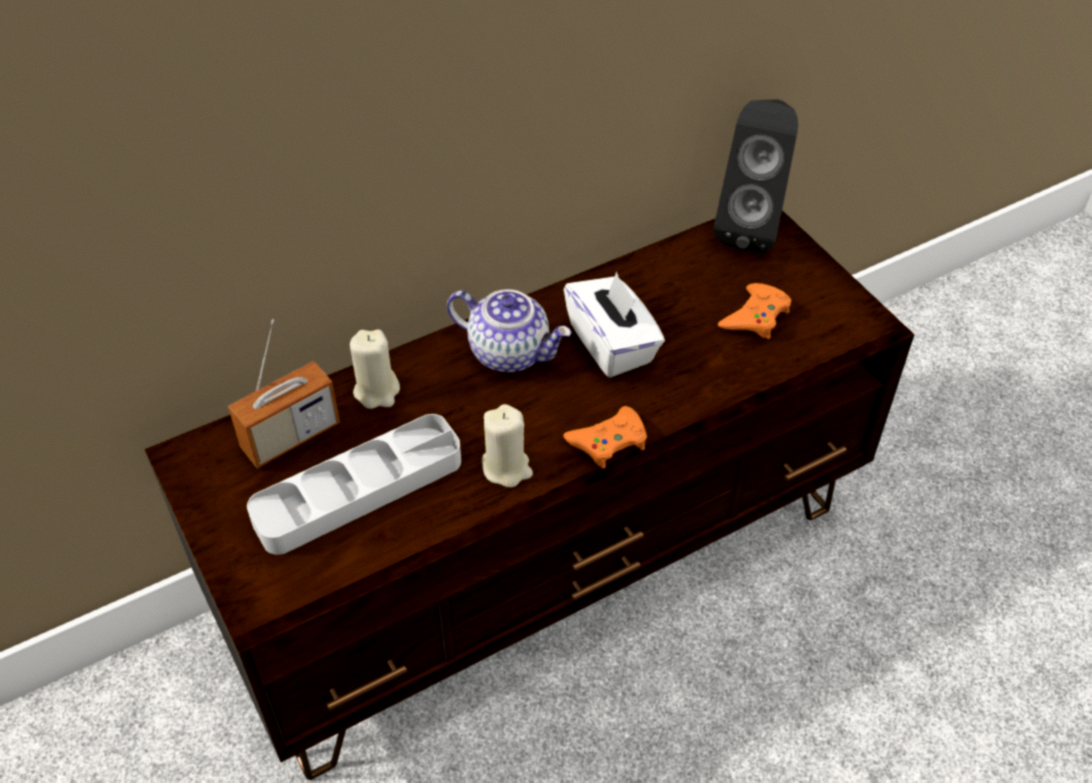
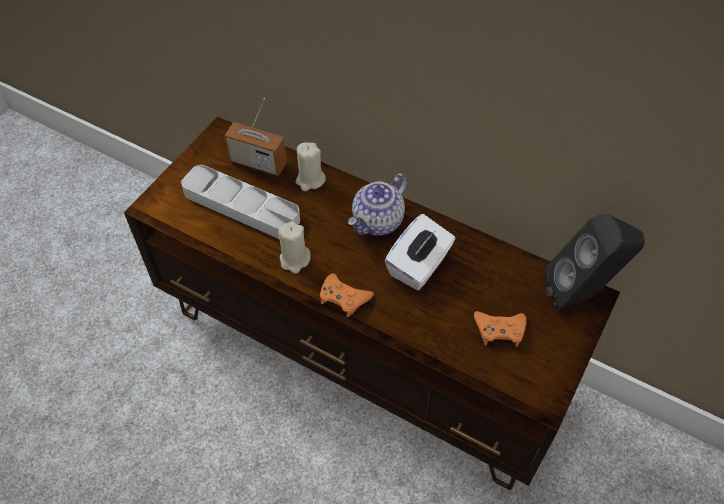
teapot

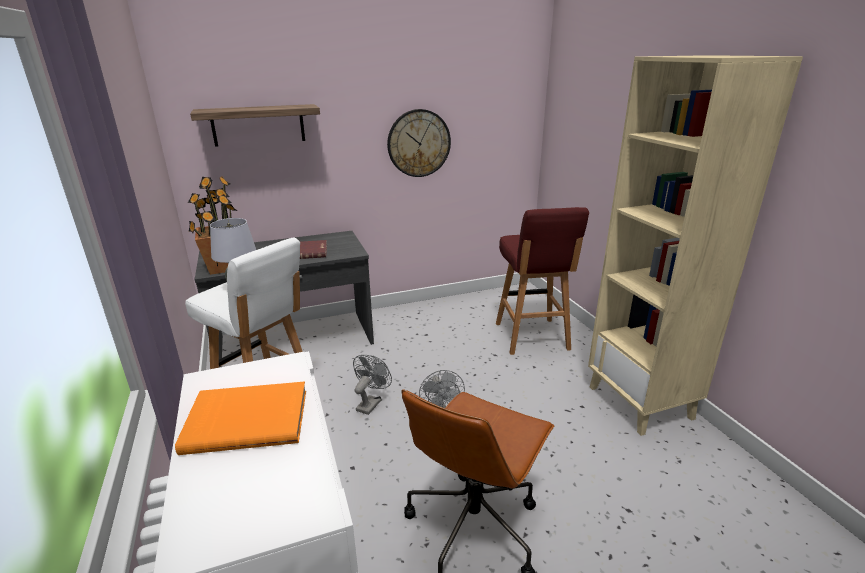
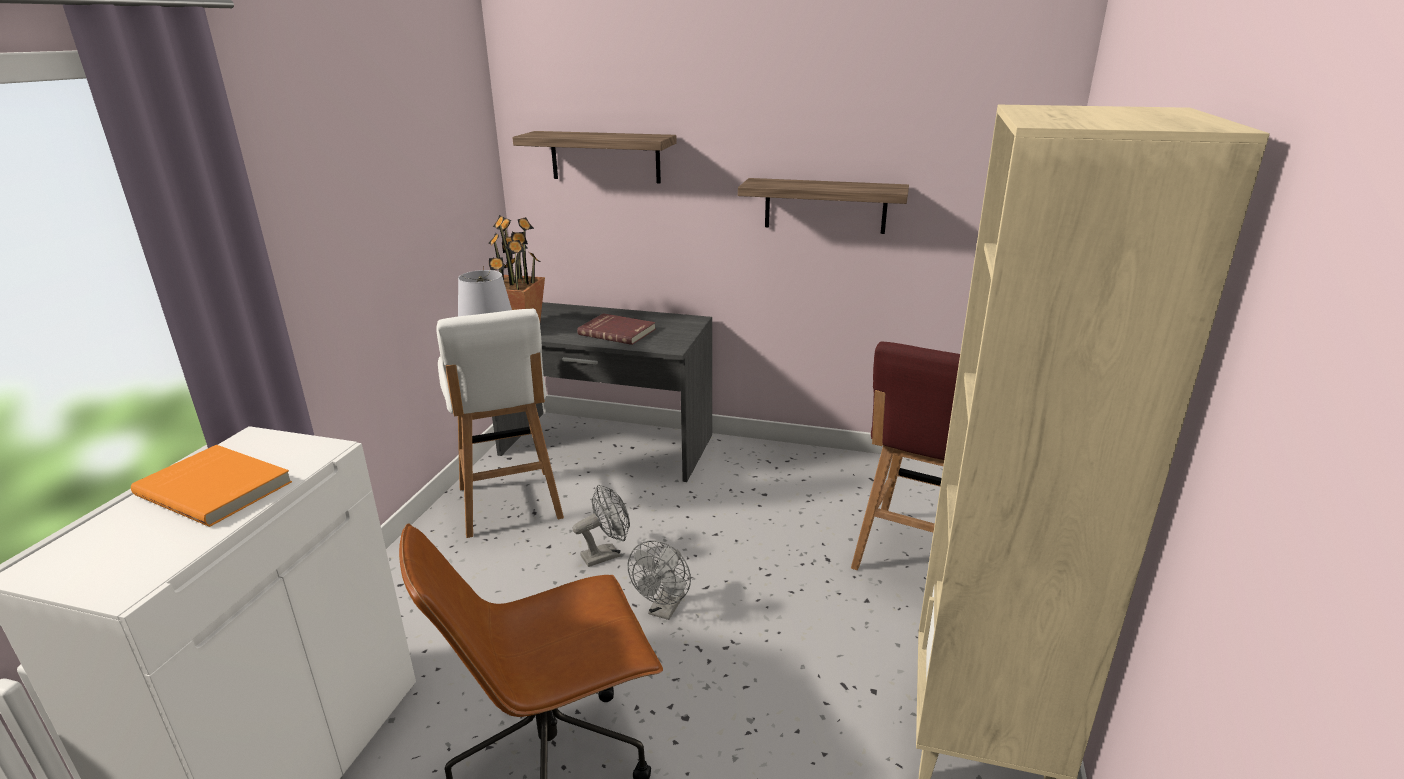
shelf (2nd from left)

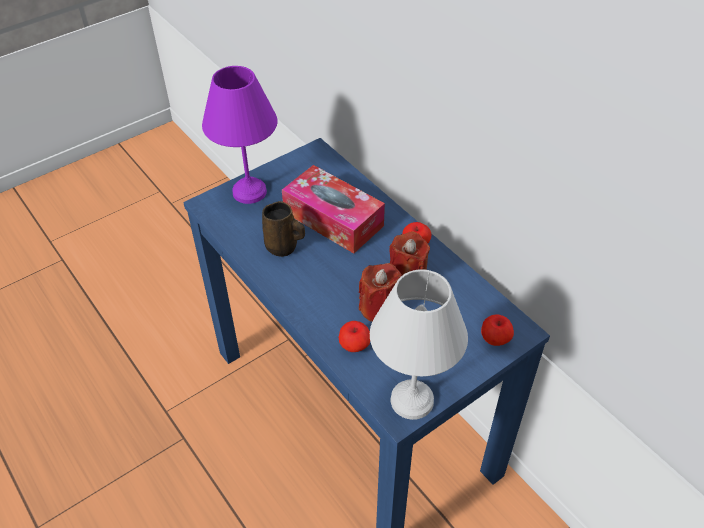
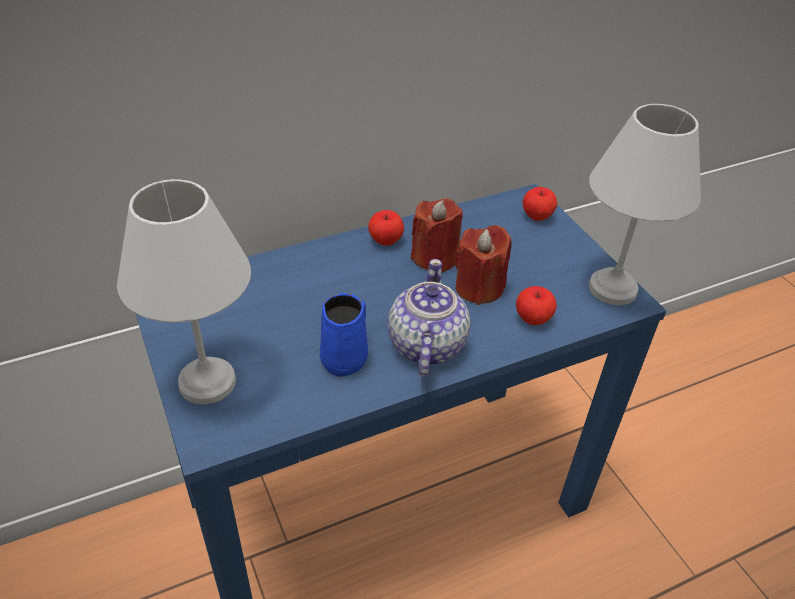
white table lamp (1st from left)
tissue box
blue mug
teapot

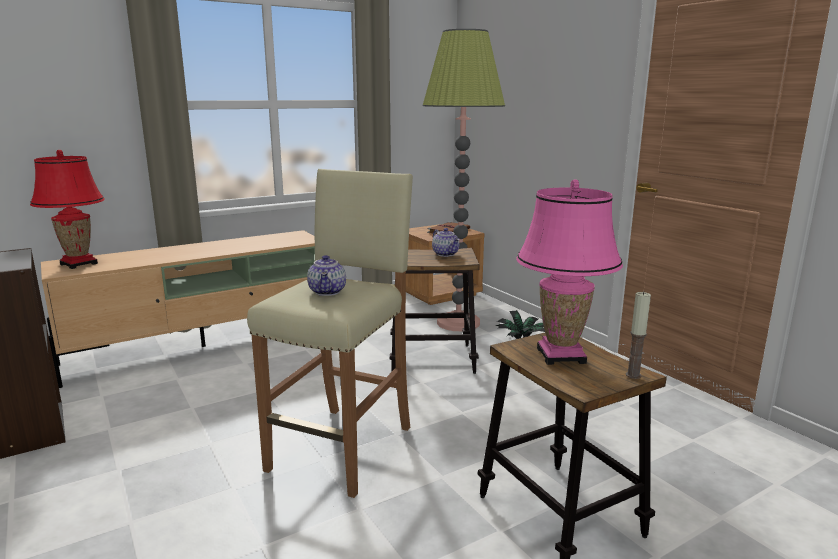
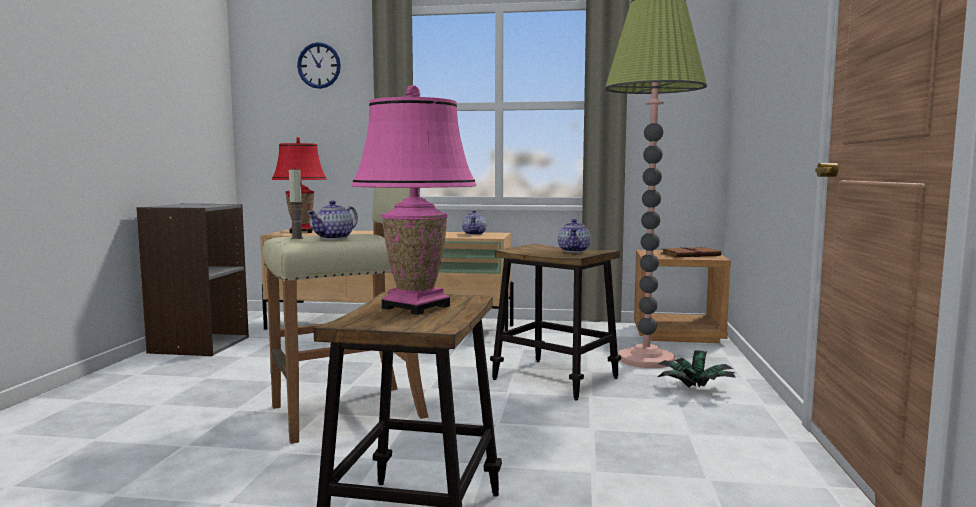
candle
wall clock
teapot (2nd from left)

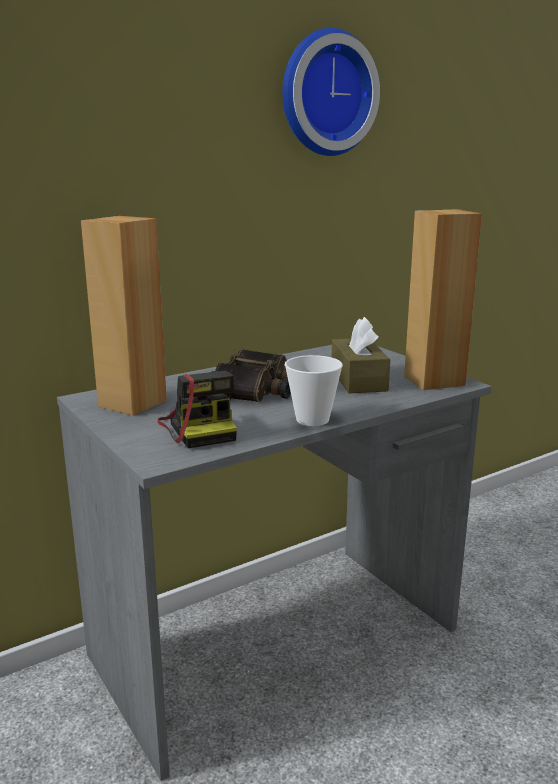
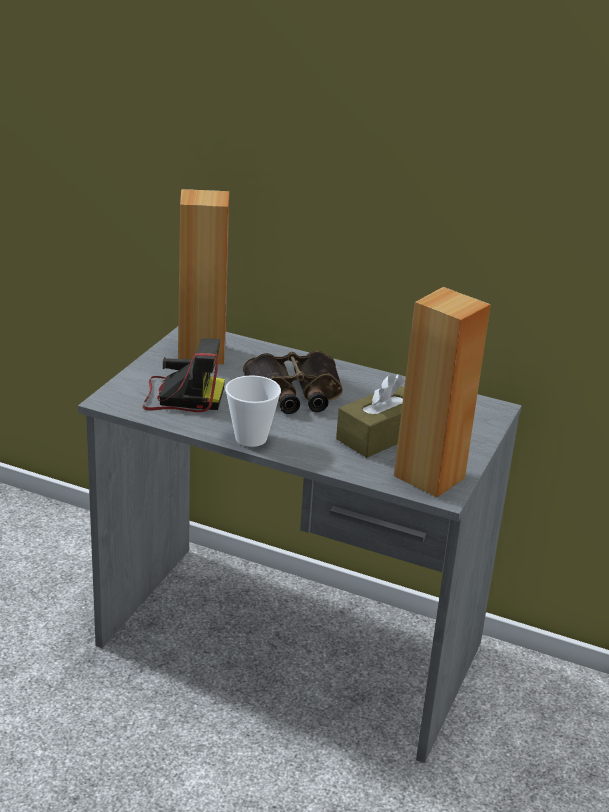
wall clock
photo camera

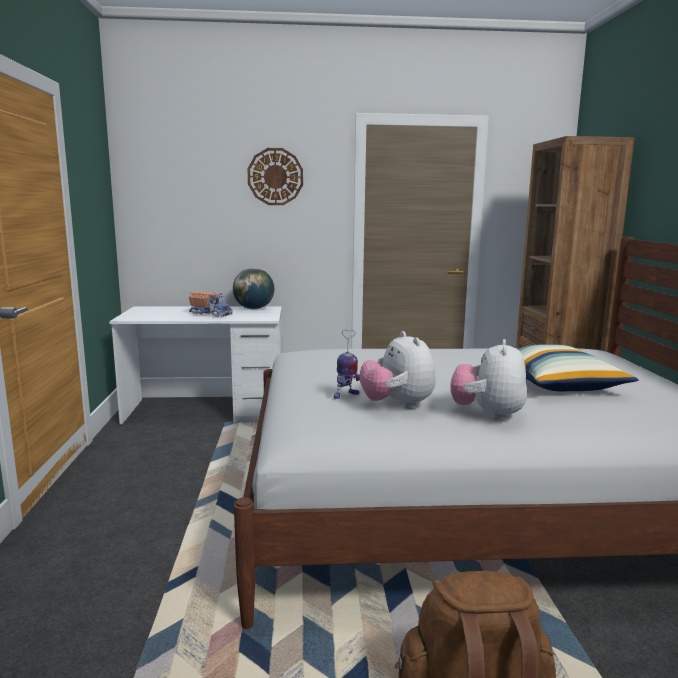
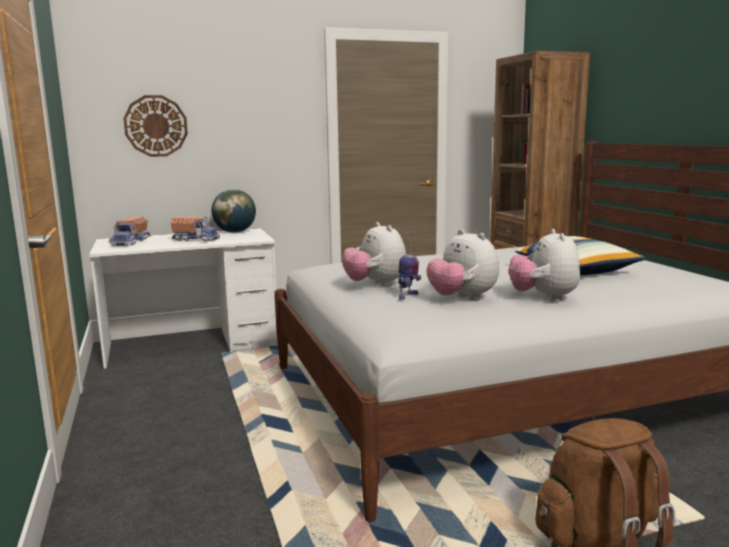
wall clock
toy truck (1st from left)
plush toy (1st from left)

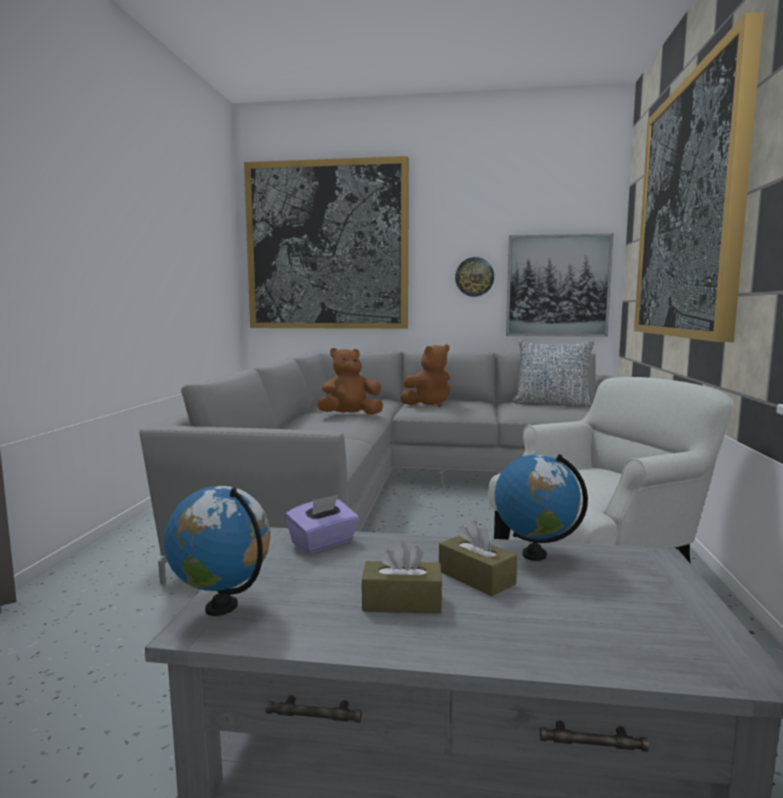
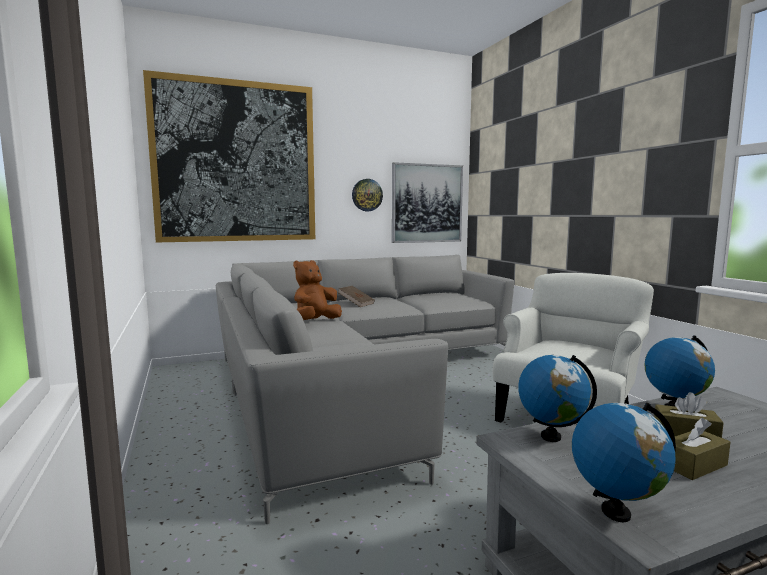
picture (3rd from left in the first image)
pillow
brown book
globe (1st from left)

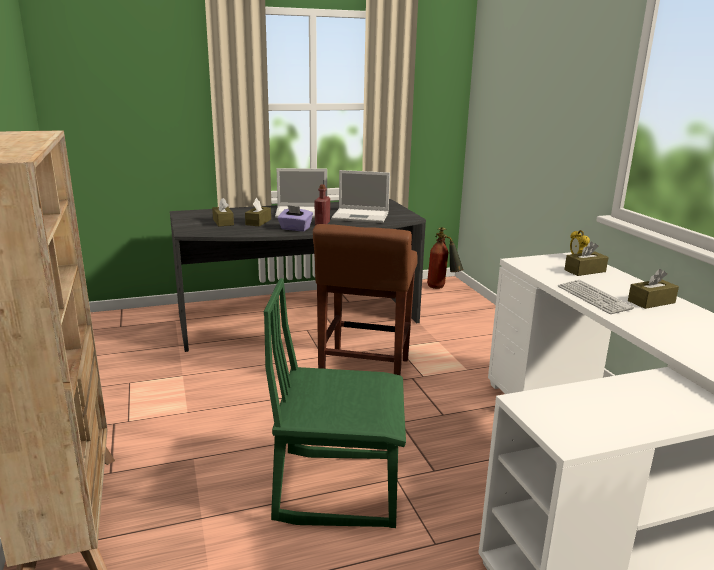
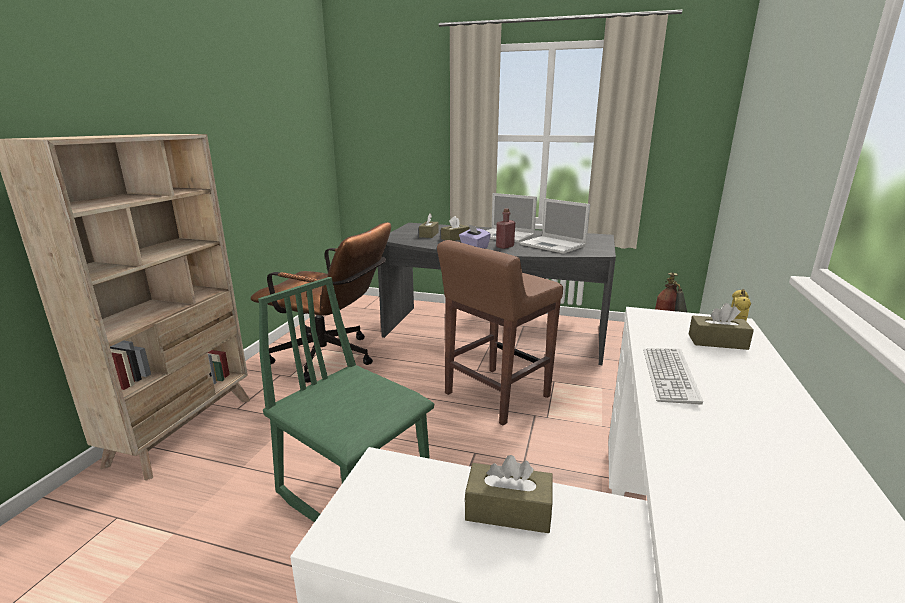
brown tissue box (3rd from left)
brown office chair

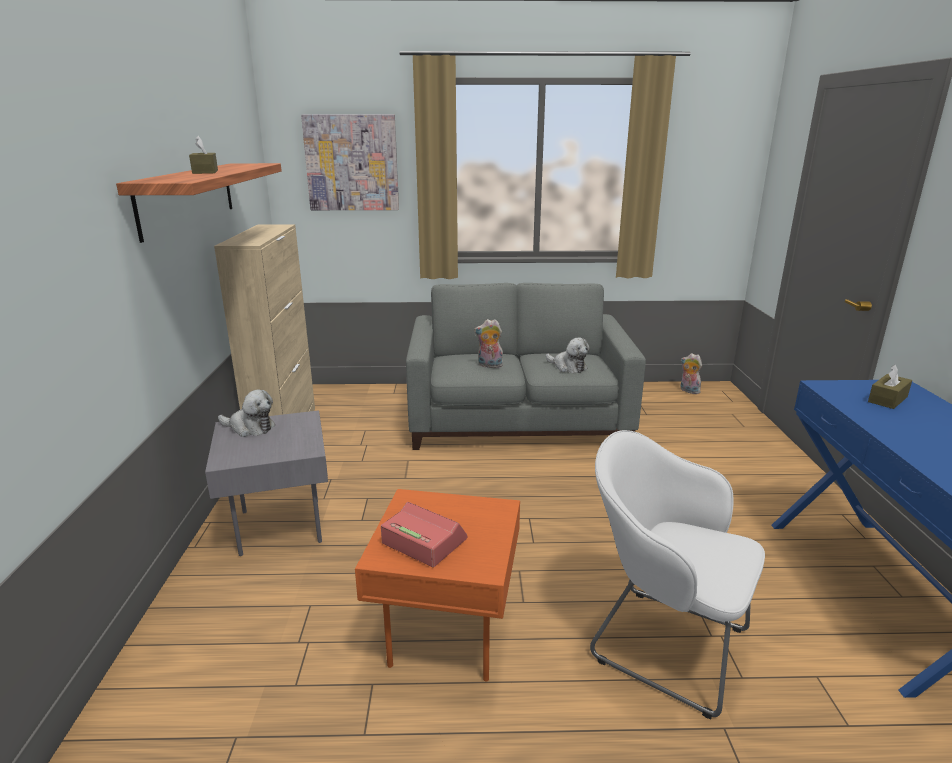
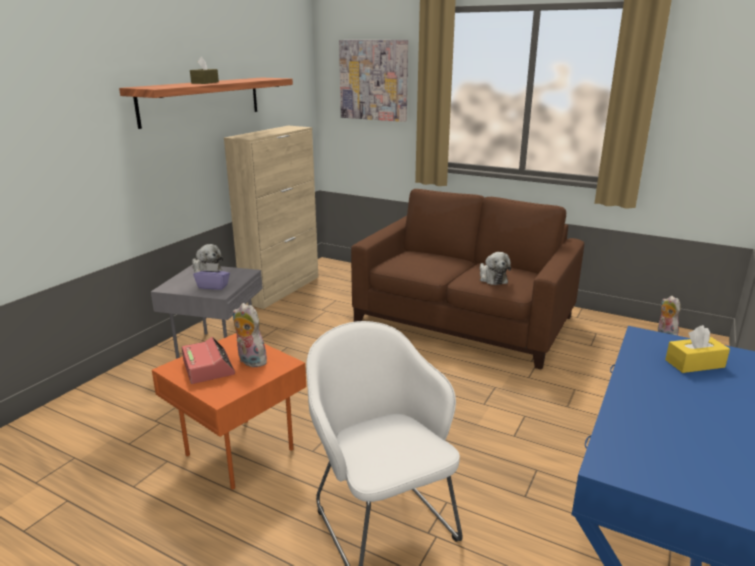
brown sofa
plush toy (2nd from left)
yellow tissue box
purple tissue box

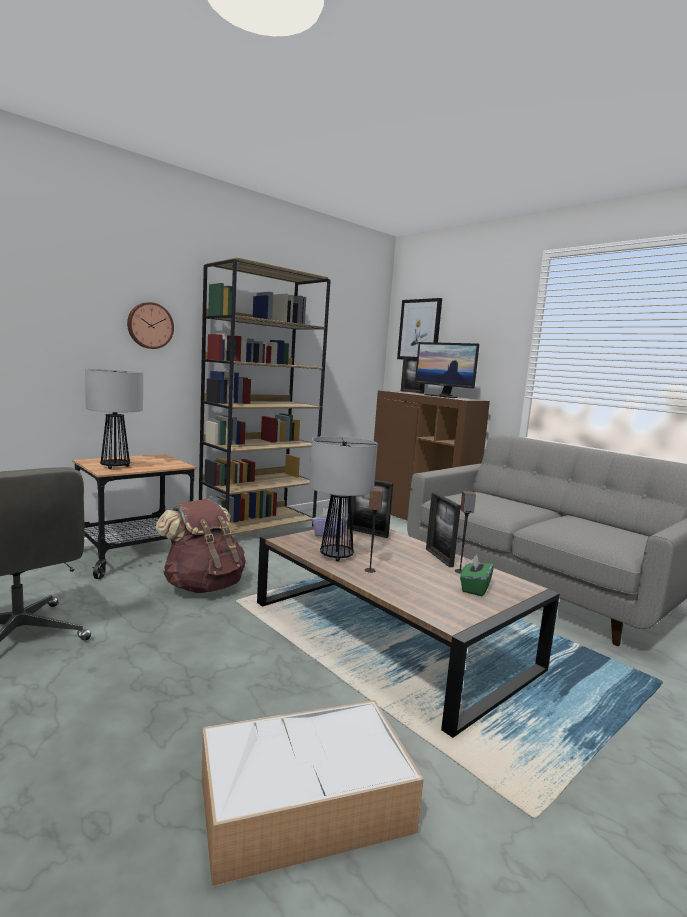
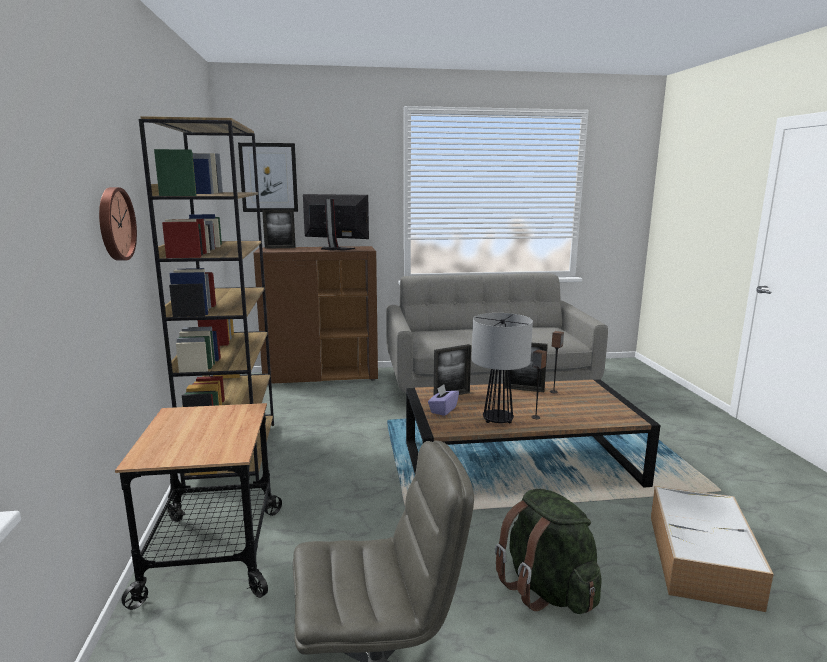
monitor
table lamp (1st from left in the first image)
brown backpack
green tissue box
green backpack

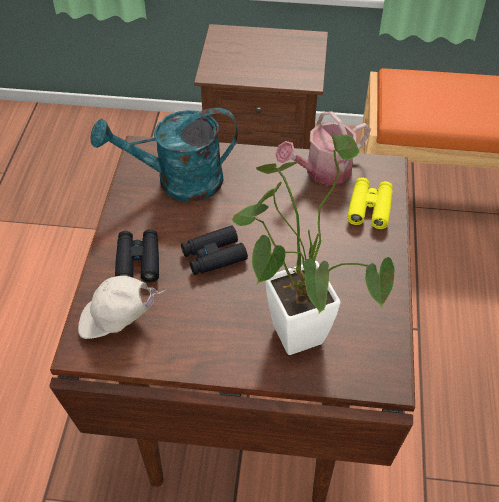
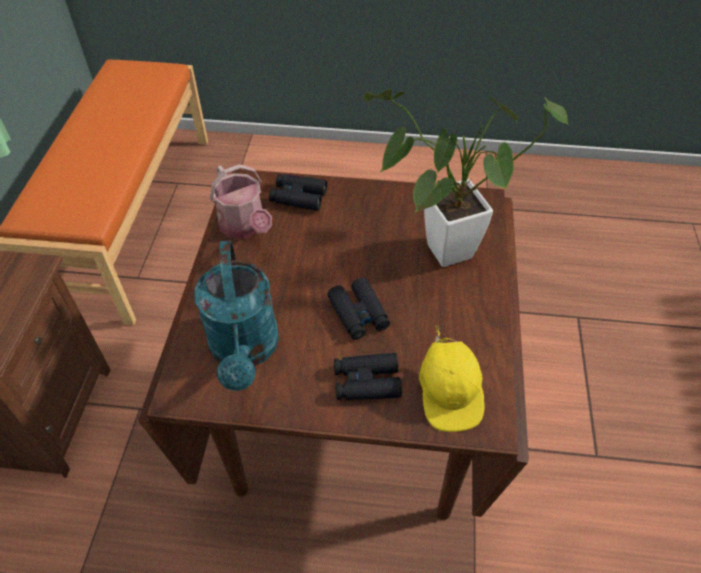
black binoculars (1st from left)
yellow cap

